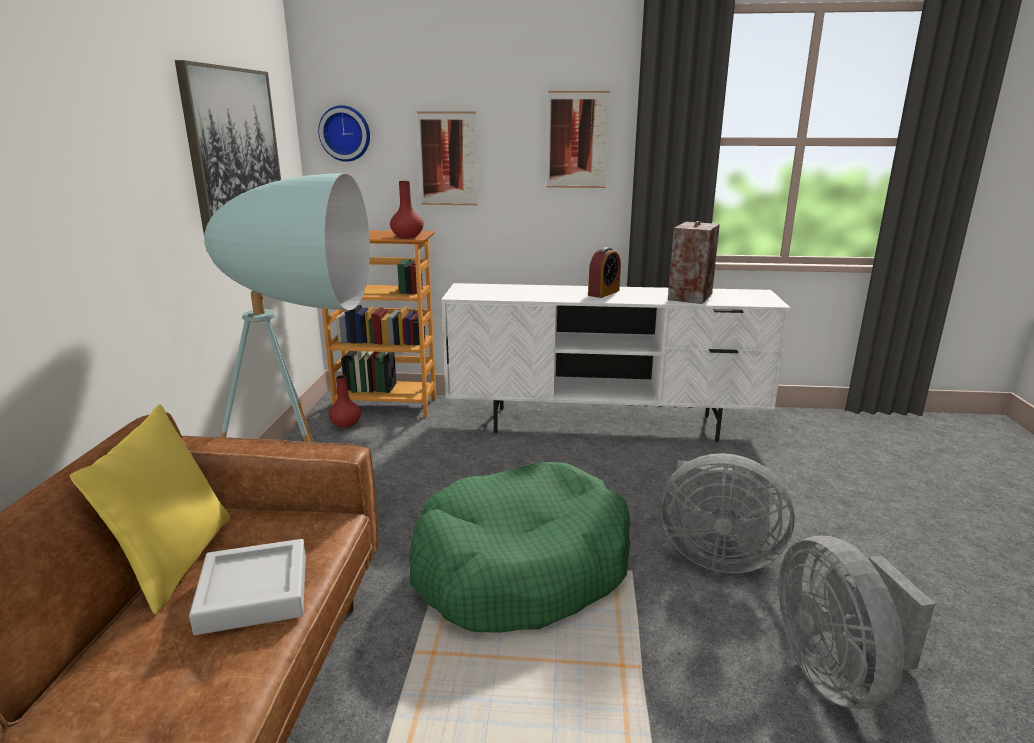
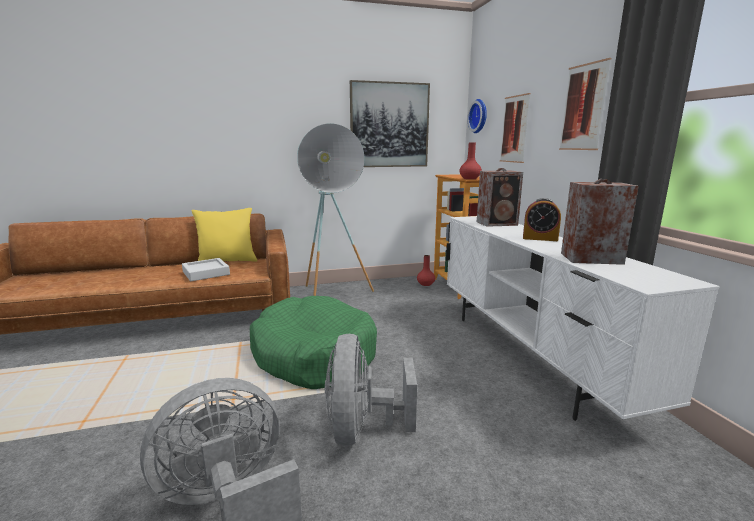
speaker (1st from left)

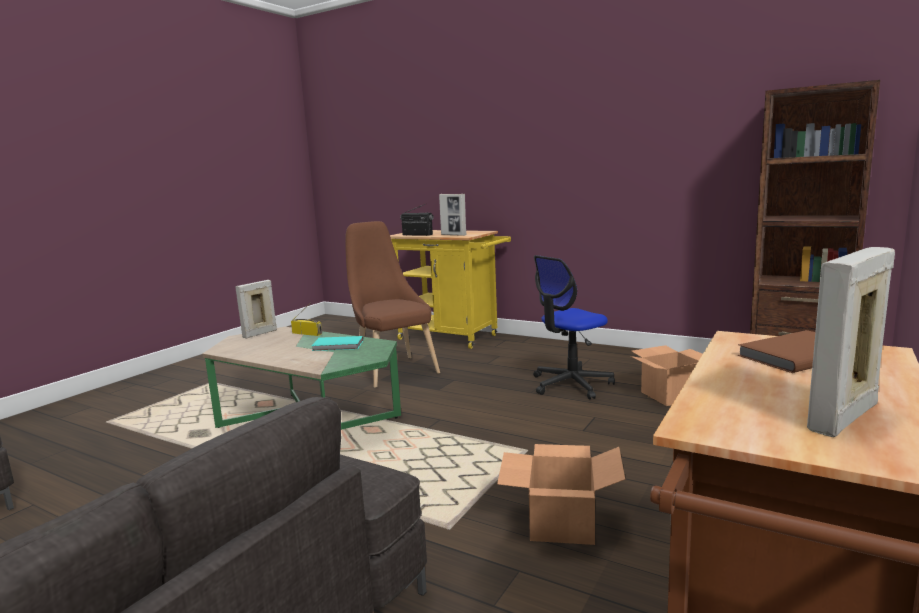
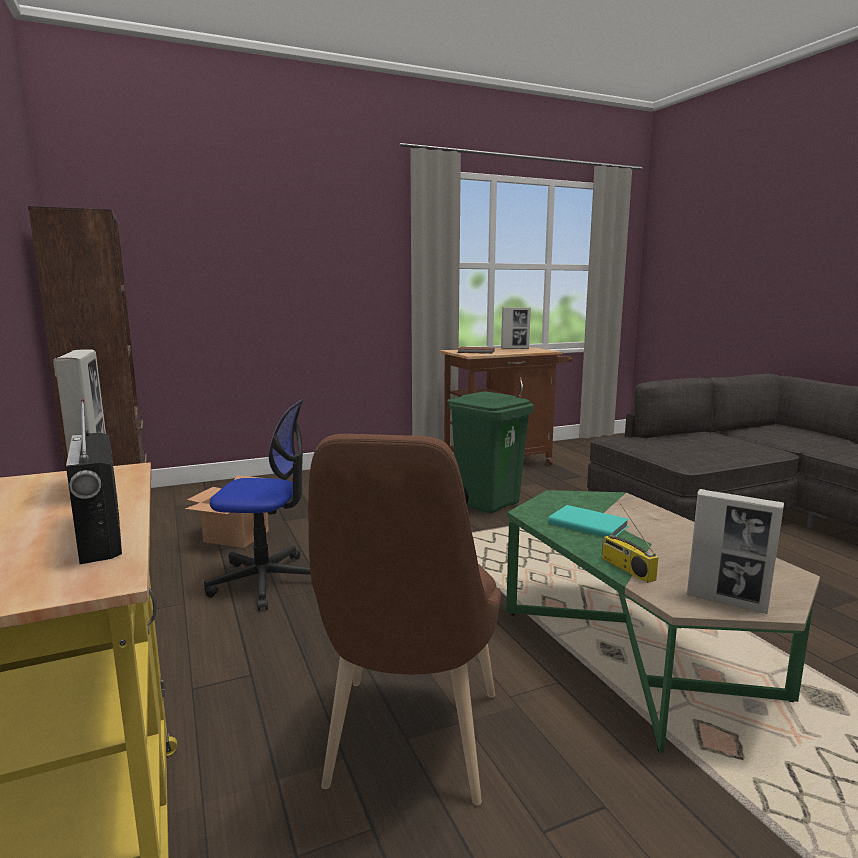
picture frame (3rd from left)
green trash can

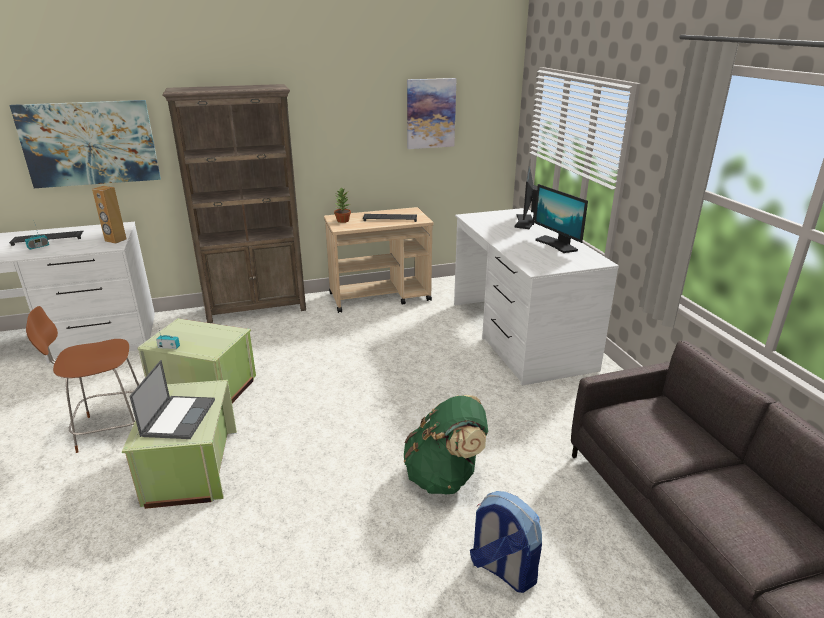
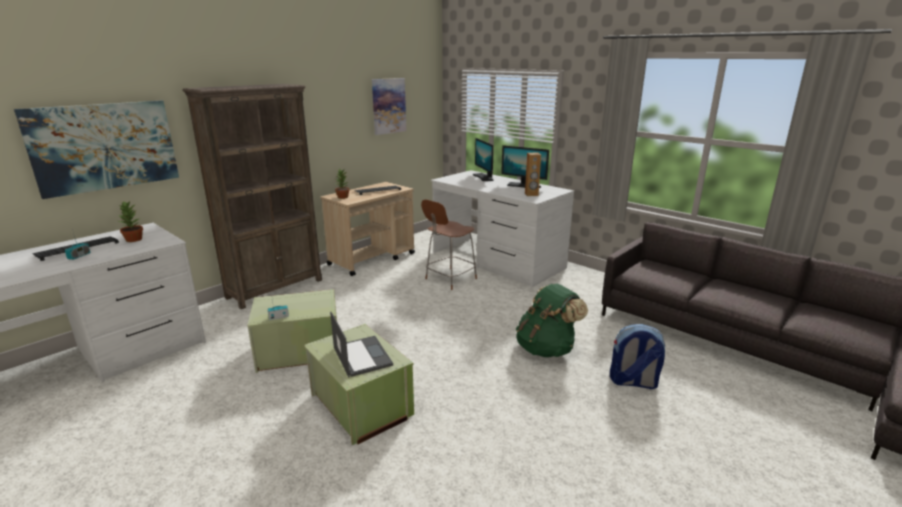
brown speaker
brown stool
potted plant (1st from left)

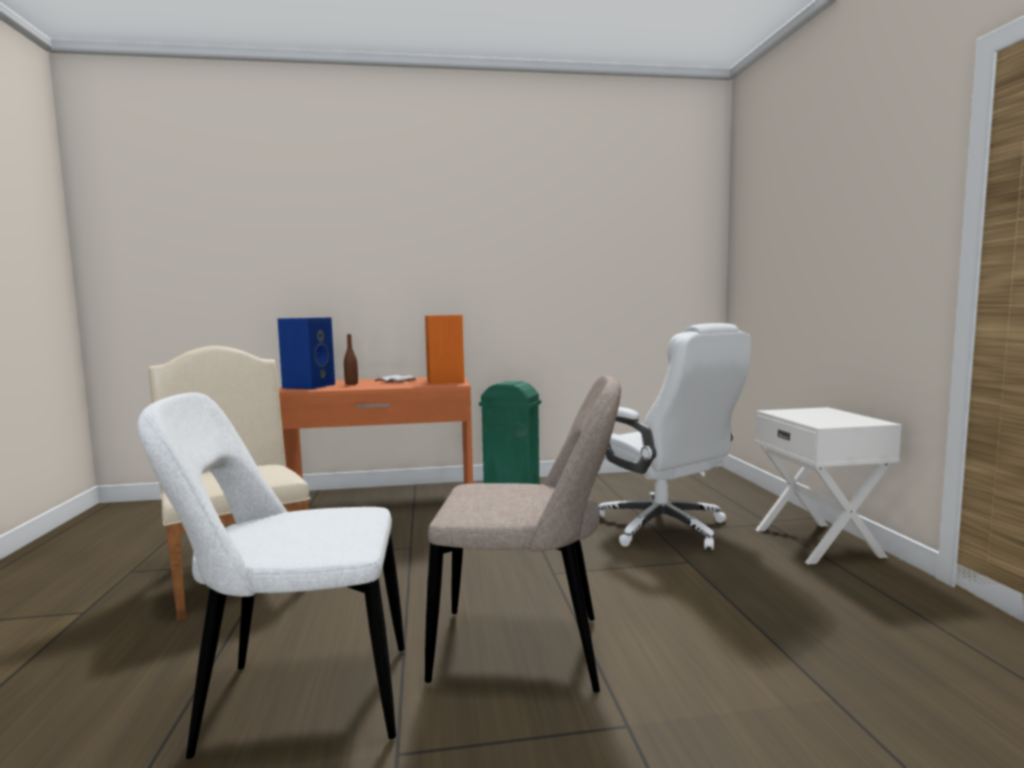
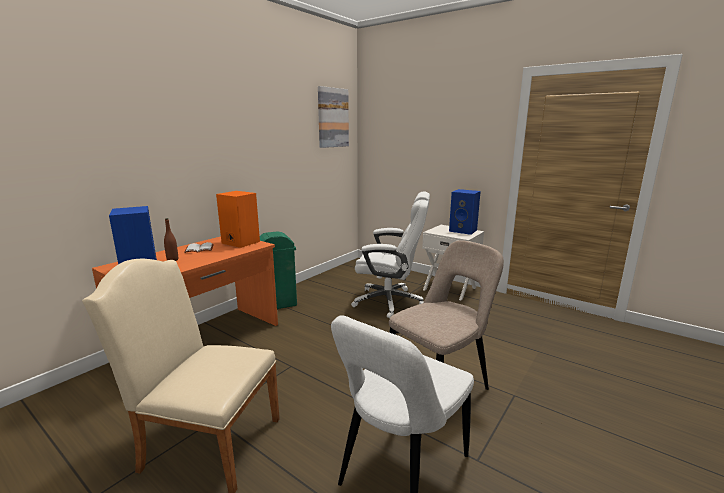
picture
blue speaker (2nd from left)

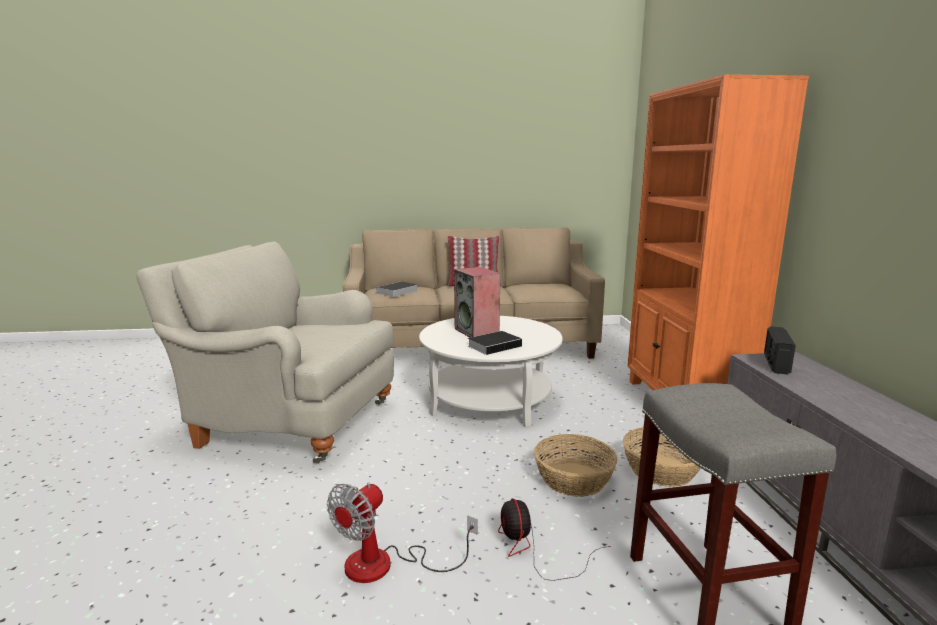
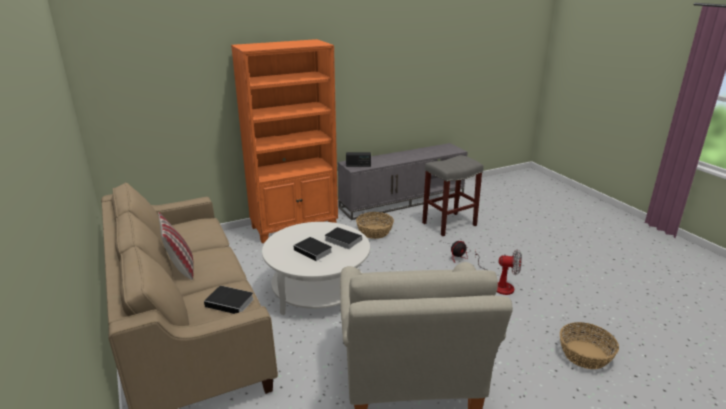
book (2nd from left)
basket (2nd from left)

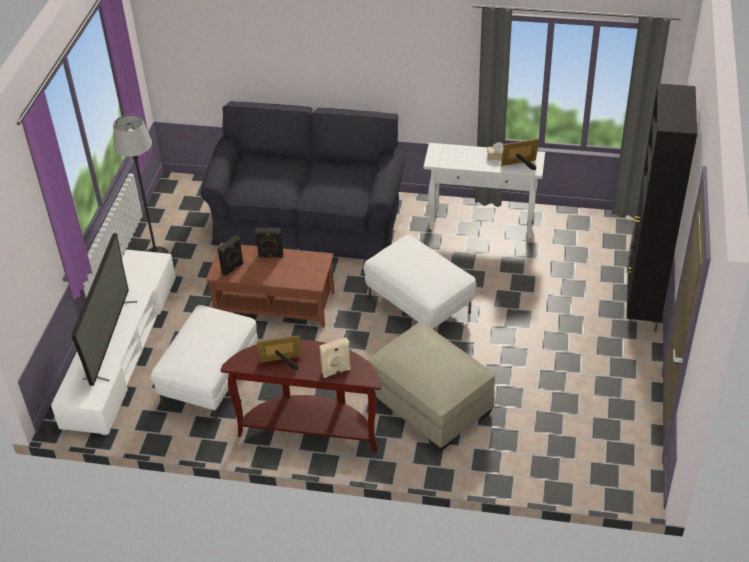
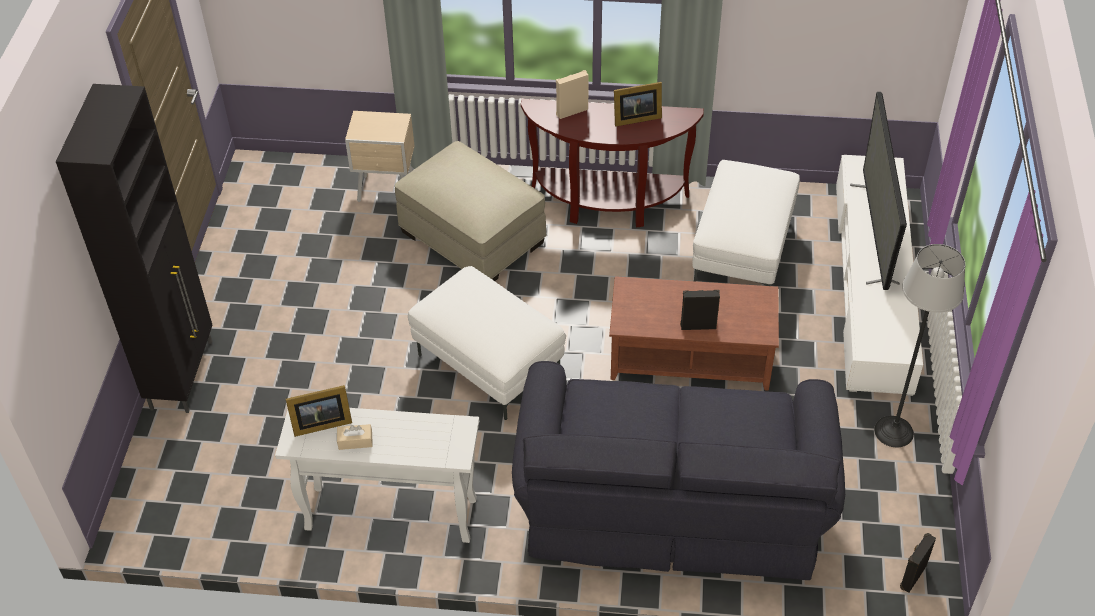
black speaker (2nd from left)
beige nightstand

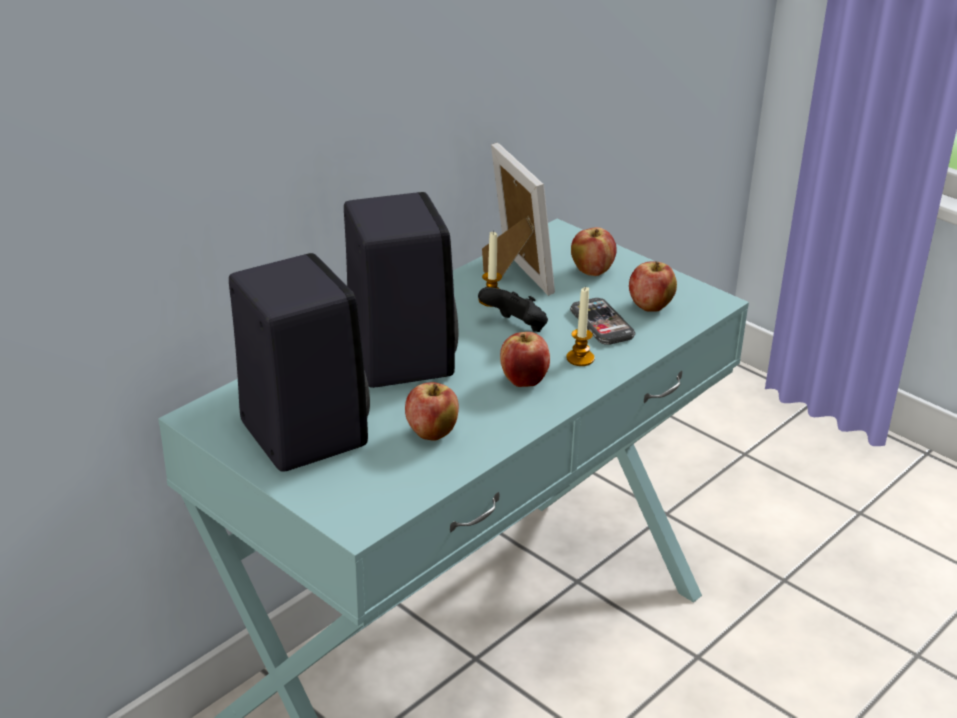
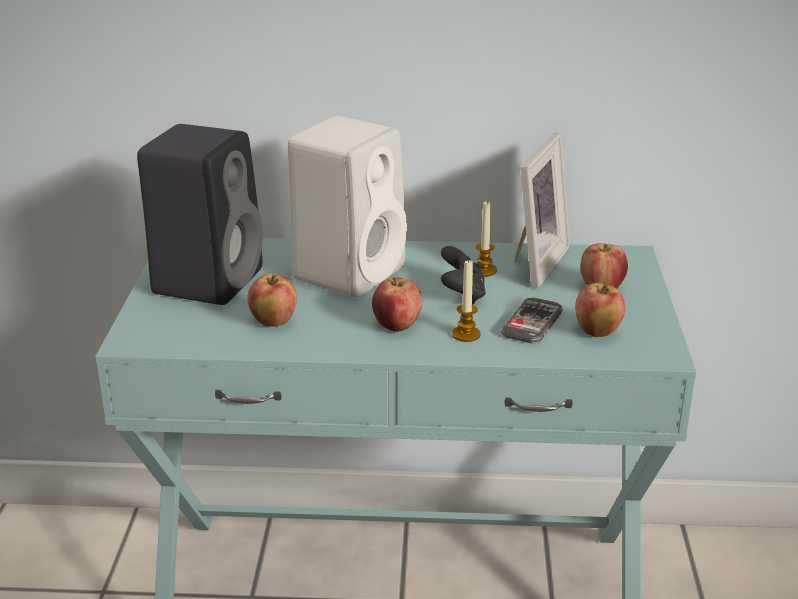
white speaker

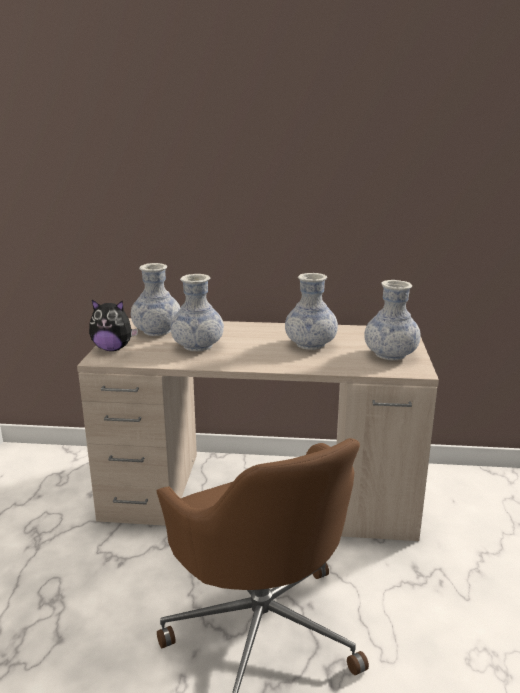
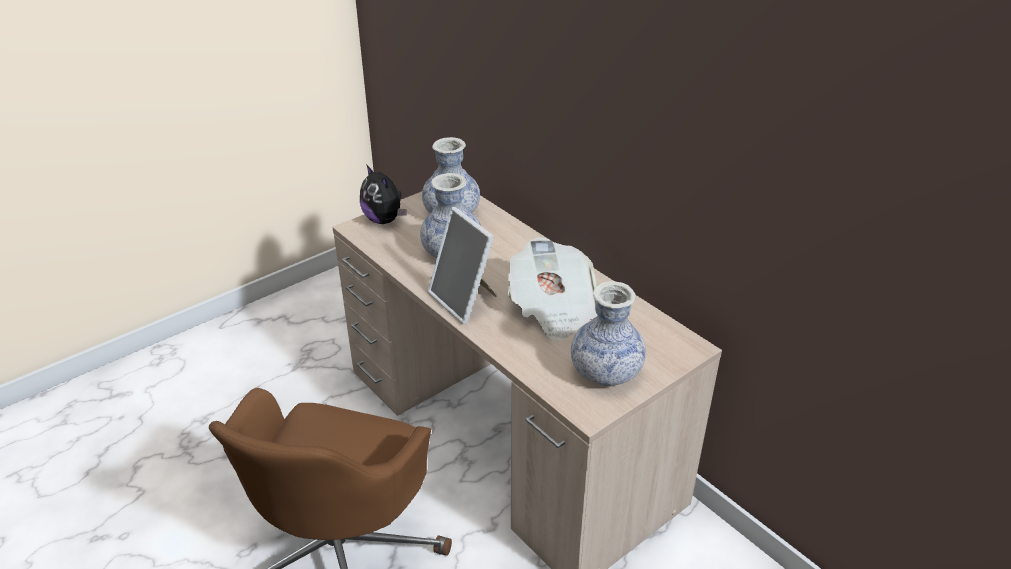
newspaper
picture frame

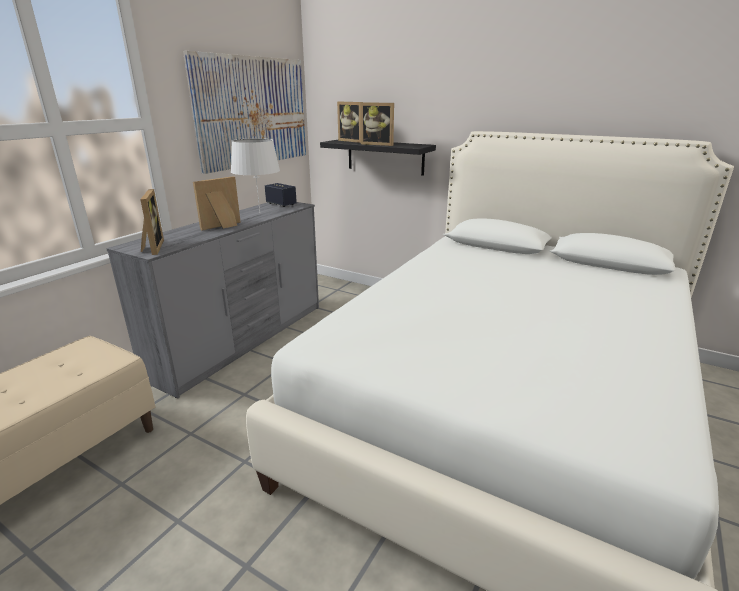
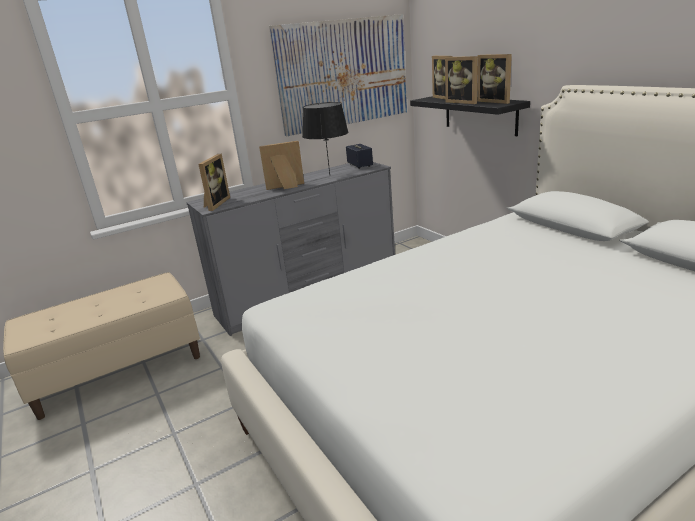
black table lamp
picture frame (5th from left)

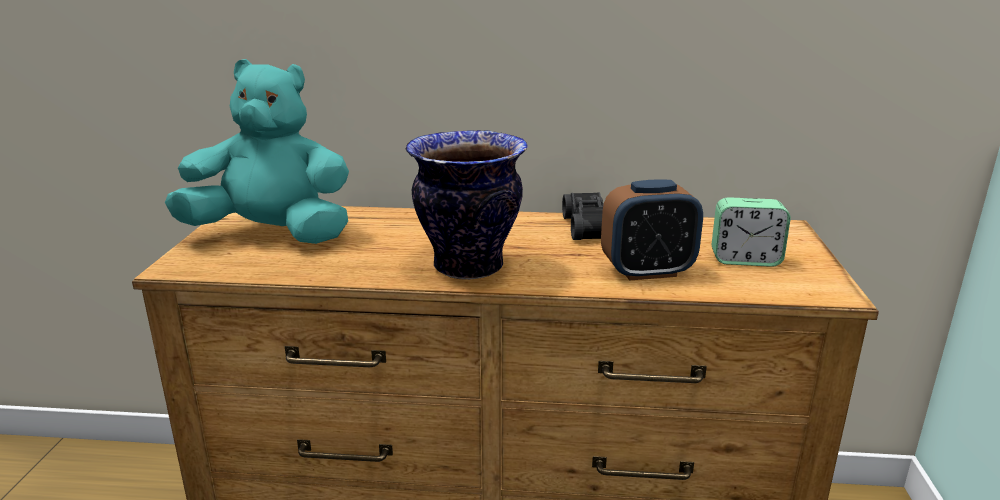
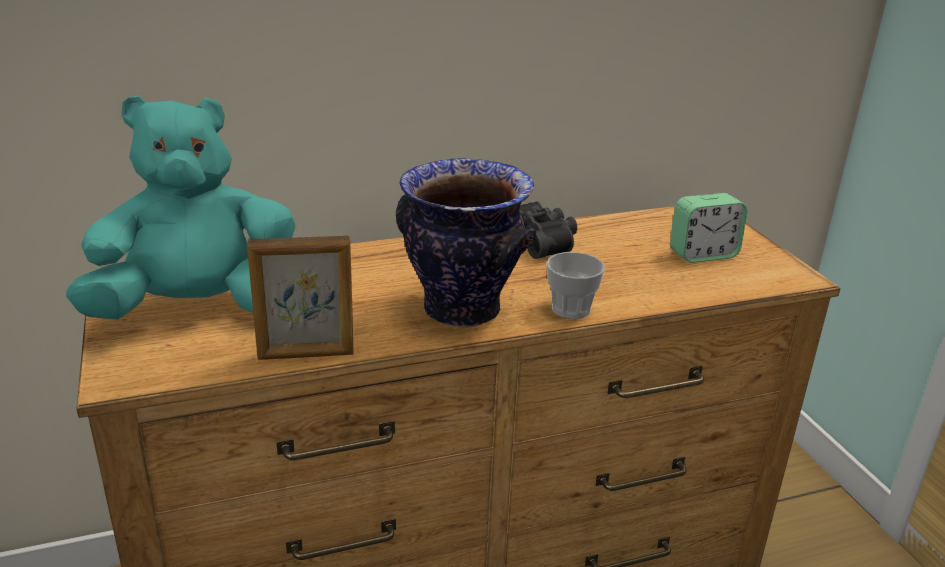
alarm clock (1st from left in the first image)
picture frame
cup

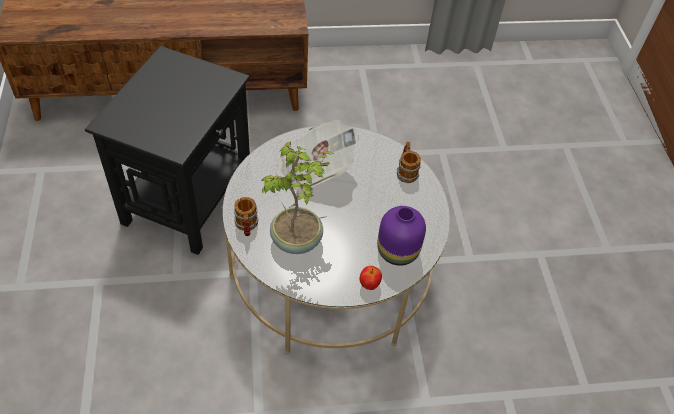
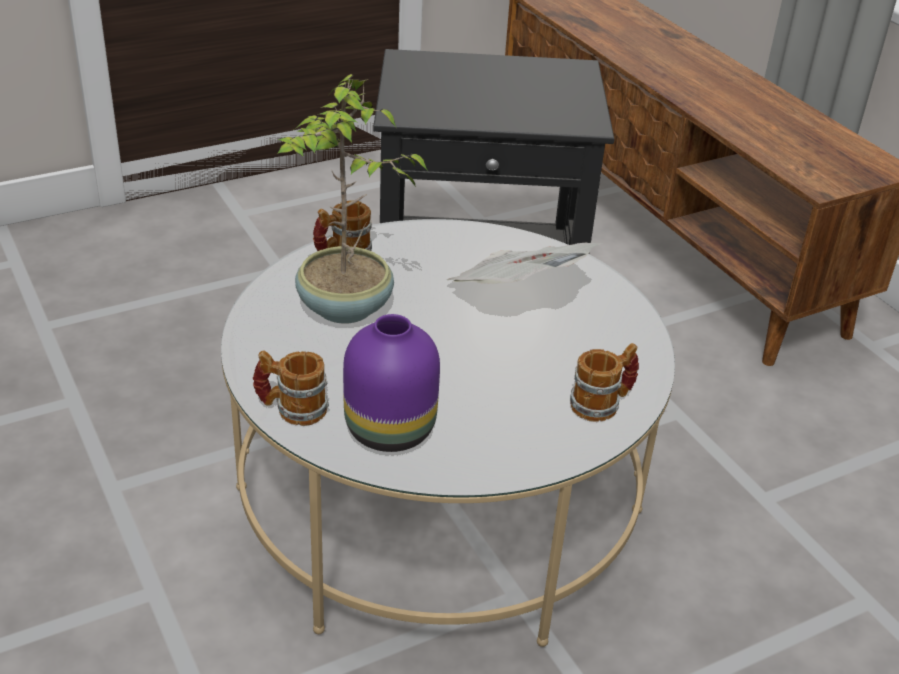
mug (1st from left)

